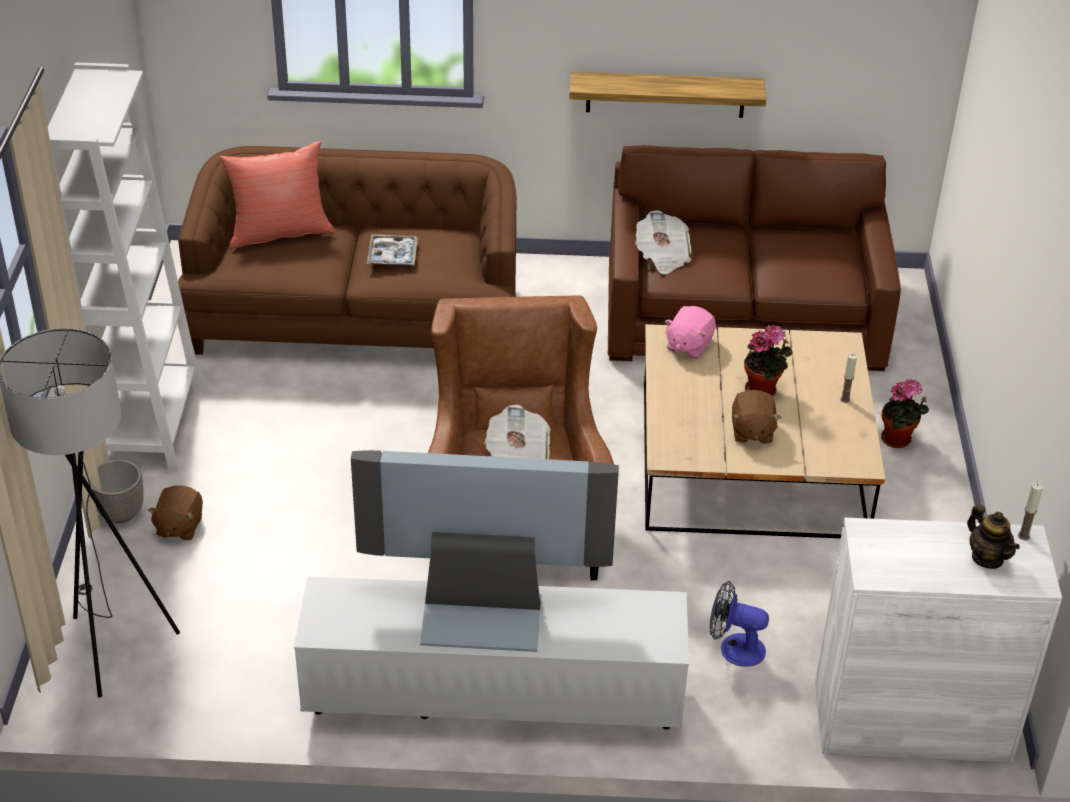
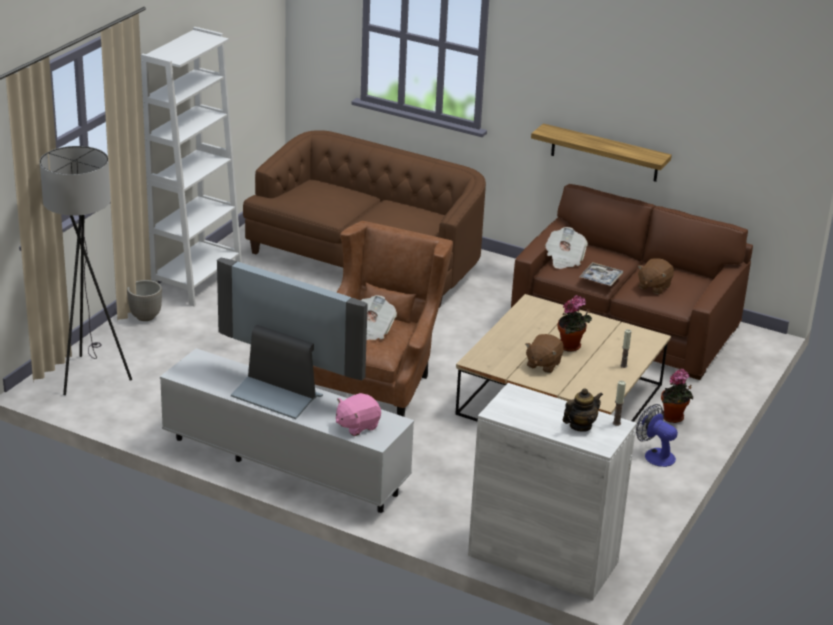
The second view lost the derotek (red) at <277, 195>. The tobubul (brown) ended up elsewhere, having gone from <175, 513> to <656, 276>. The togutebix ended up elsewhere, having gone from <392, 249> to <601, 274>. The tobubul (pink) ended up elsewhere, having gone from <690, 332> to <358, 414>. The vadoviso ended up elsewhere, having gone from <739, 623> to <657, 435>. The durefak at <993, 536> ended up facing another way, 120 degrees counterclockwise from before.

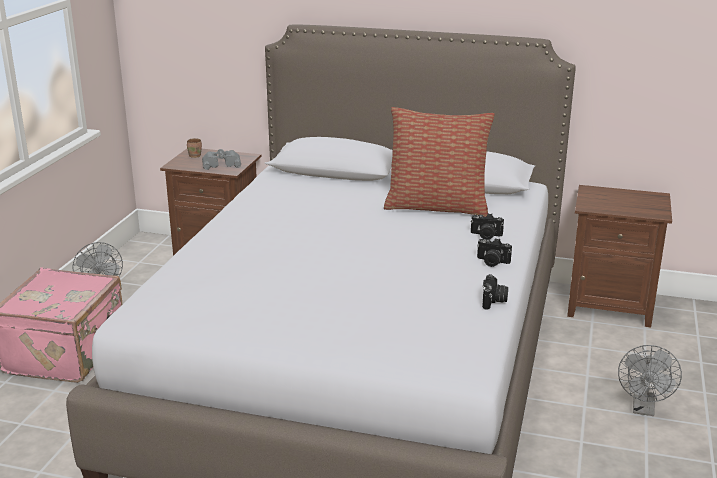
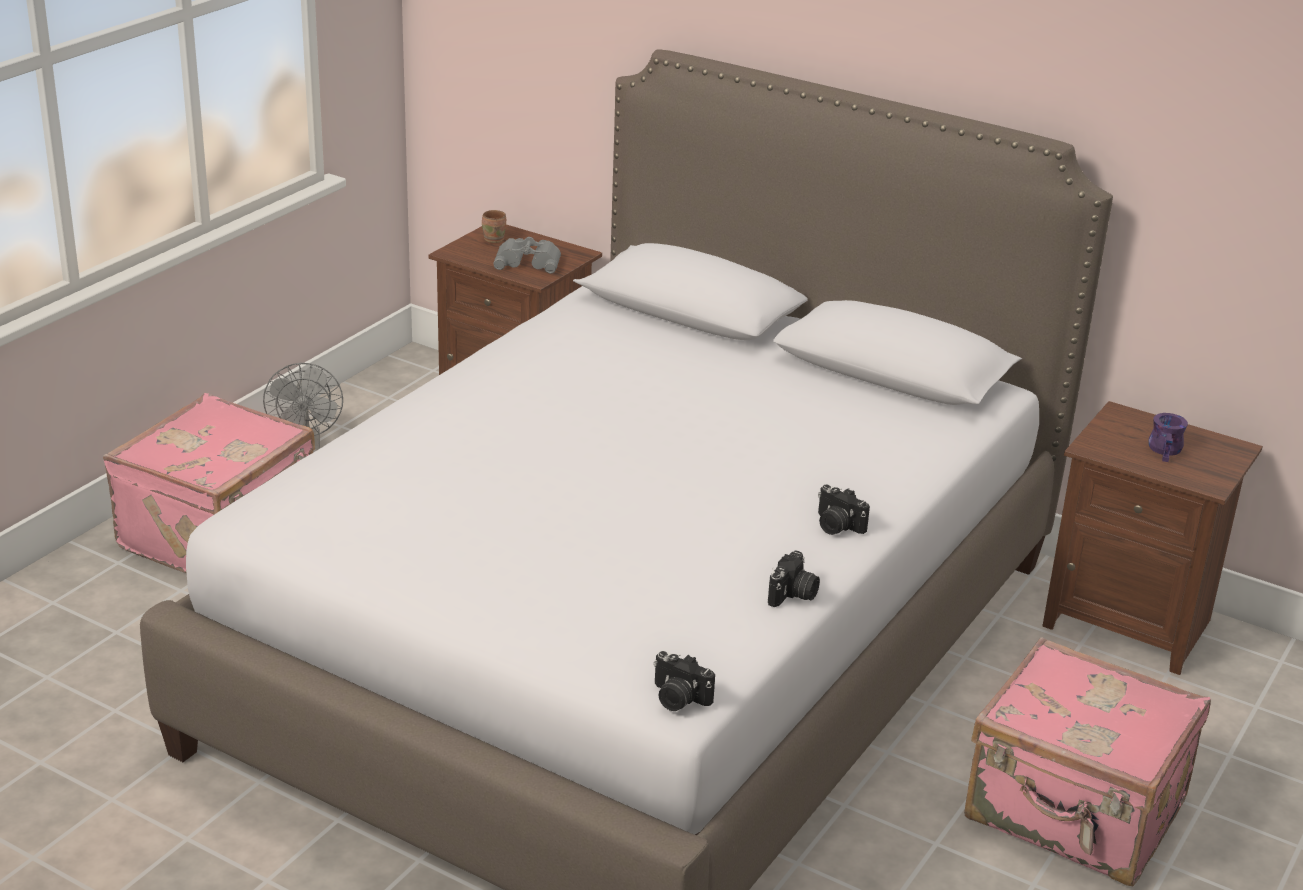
The second view lost the derotek at <439, 162>. The second view gained the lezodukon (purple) at <1168, 437>. The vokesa ended up elsewhere, having gone from <487, 226> to <684, 681>. Where the vadoviso (grey) stood at <650, 380>, the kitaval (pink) came to stand at <1087, 761>.

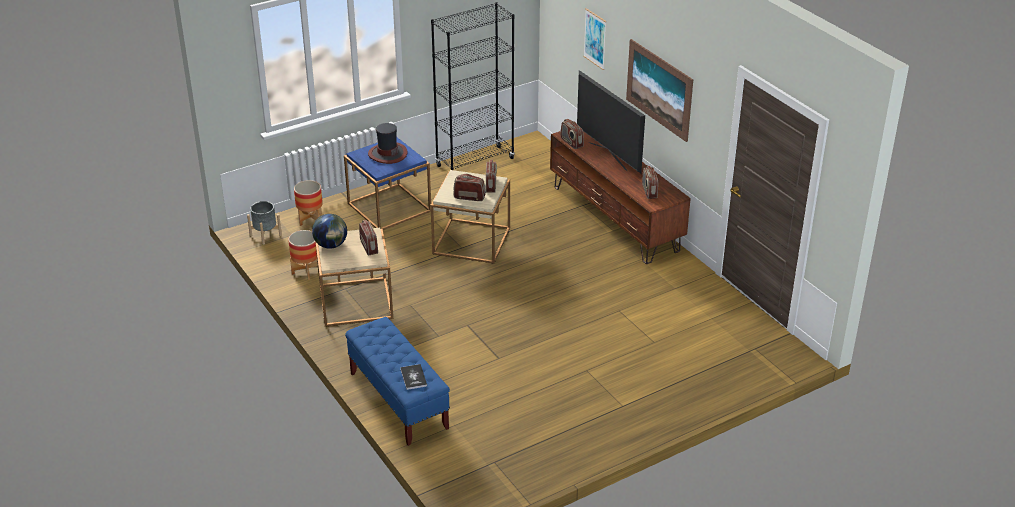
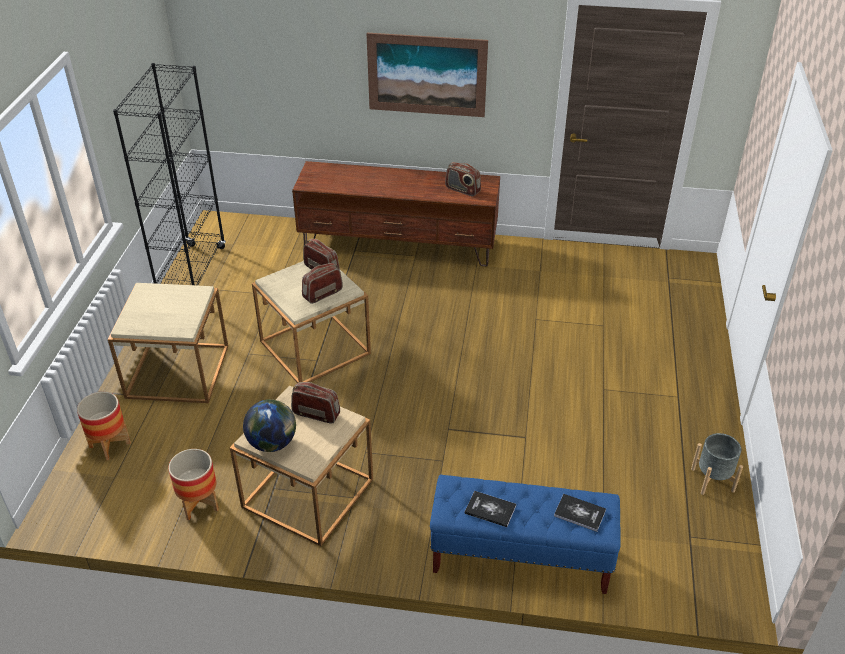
The second view lost the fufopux at <388, 143>. The second view lost the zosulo at <572, 134>. The second view lost the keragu at <611, 121>. The second view lost the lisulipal at <594, 39>. The second view gained the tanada at <490, 509>. The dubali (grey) ended up elsewhere, having gone from <264, 223> to <717, 464>. What was the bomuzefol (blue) at <387, 183> turned into the bomuzefol (beige) at <168, 343>.

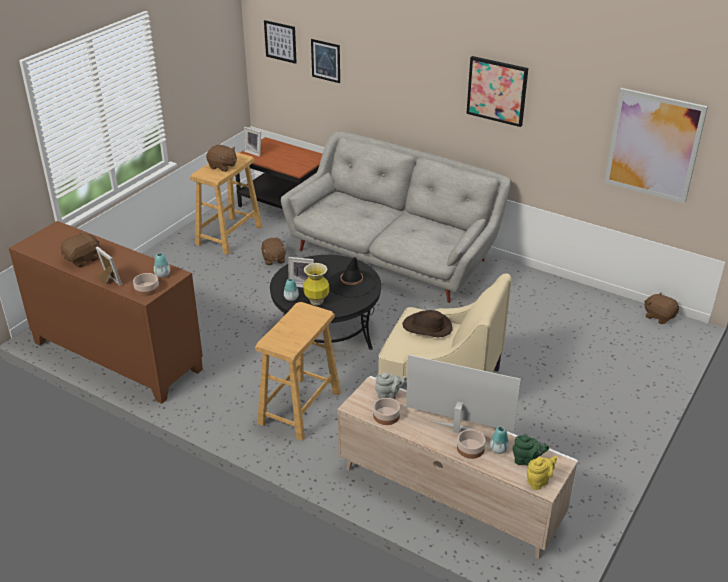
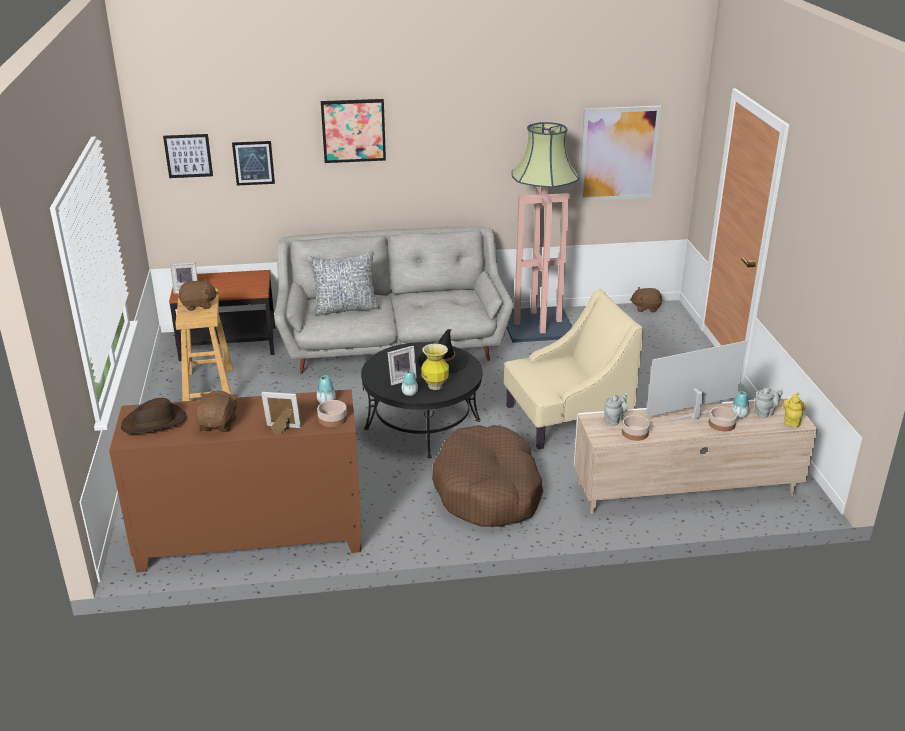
The second view lost the tobubul (brown) at <274, 251>. The second view gained the derotek at <344, 283>. The second view gained the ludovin at <543, 232>. The fufopux (brown) ended up elsewhere, having gone from <427, 323> to <154, 416>. The lisulipal ended up elsewhere, having gone from <497, 91> to <353, 131>. Where the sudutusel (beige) stood at <298, 371>, the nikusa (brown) came to stand at <488, 476>. What was the durefak (green) at <531, 450> turned into the durefak (grey) at <769, 403>.

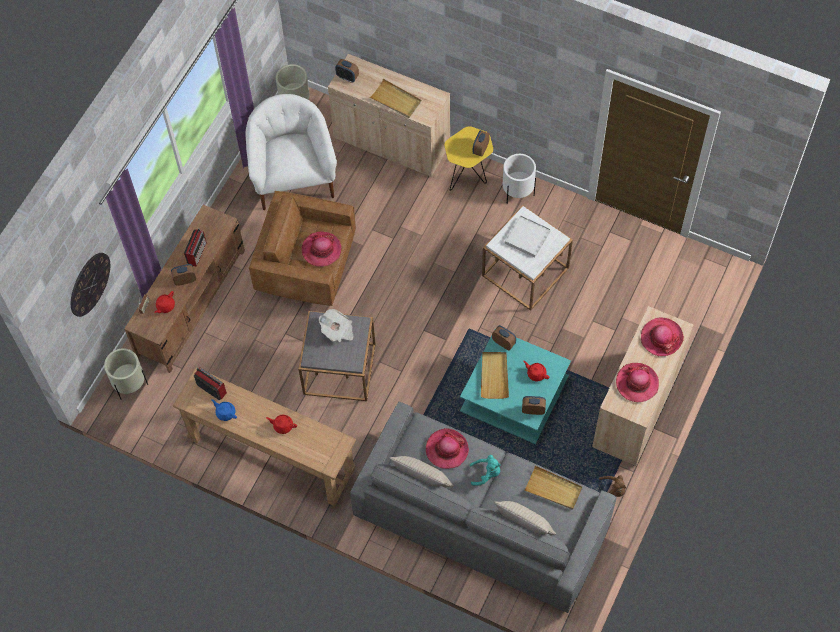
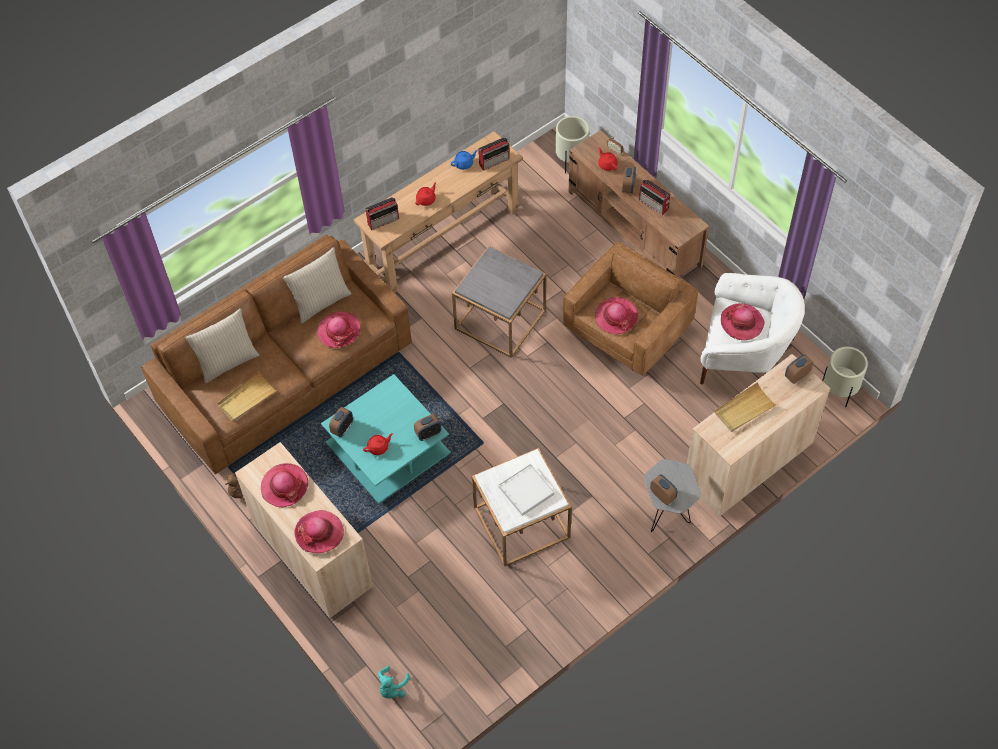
The second view lost the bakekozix at <90, 285>. The second view lost the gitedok at <336, 325>. The second view lost the togutebix (beige) at <495, 375>. The second view lost the dubali (white) at <519, 178>. The second view gained the zosulo at <382, 214>. The second view gained the fufopux at <743, 321>. The tobubul (turquoise) ended up elsewhere, having gone from <485, 470> to <394, 682>. What was the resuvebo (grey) at <483, 507> turned into the resuvebo (brown) at <276, 354>. What was the bomuzefol (yellow) at <468, 158> turned into the bomuzefol (grey) at <672, 495>.

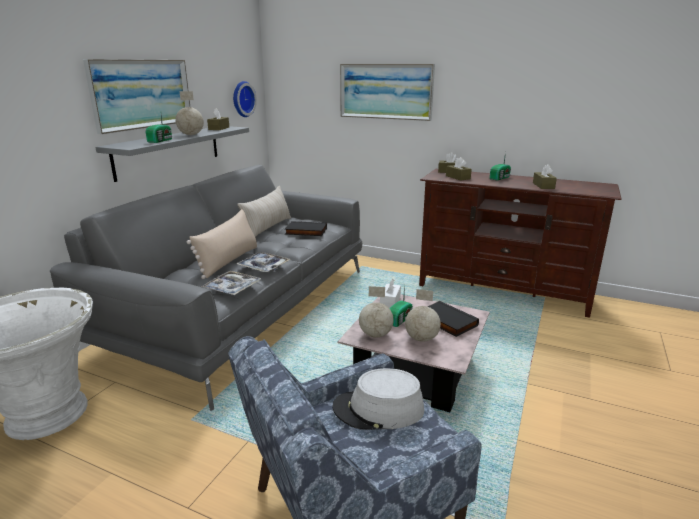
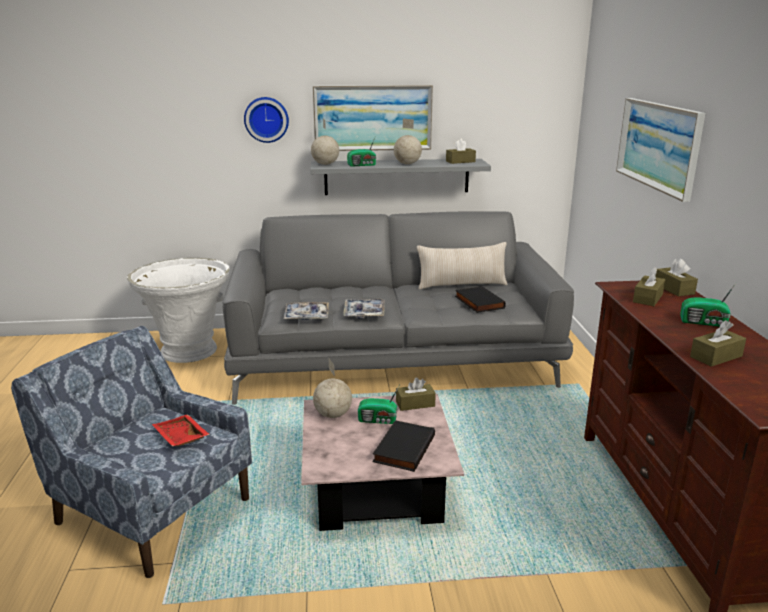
The second view lost the derotek (beige) at <222, 244>. The bakekozix ended up elsewhere, having gone from <245, 99> to <266, 120>. The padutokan ended up elsewhere, having gone from <423, 315> to <325, 142>. Where the fufopux (grey) stood at <378, 399>, the togutebix (red) came to stand at <181, 430>. What was the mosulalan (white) at <390, 293> turned into the mosulalan (brown) at <416, 394>.

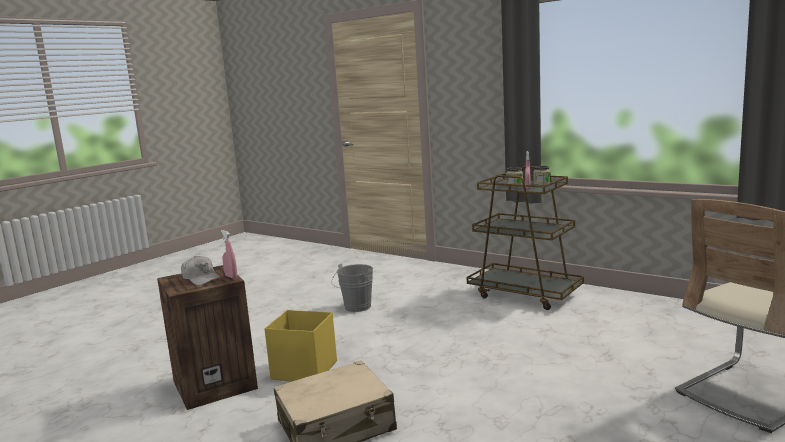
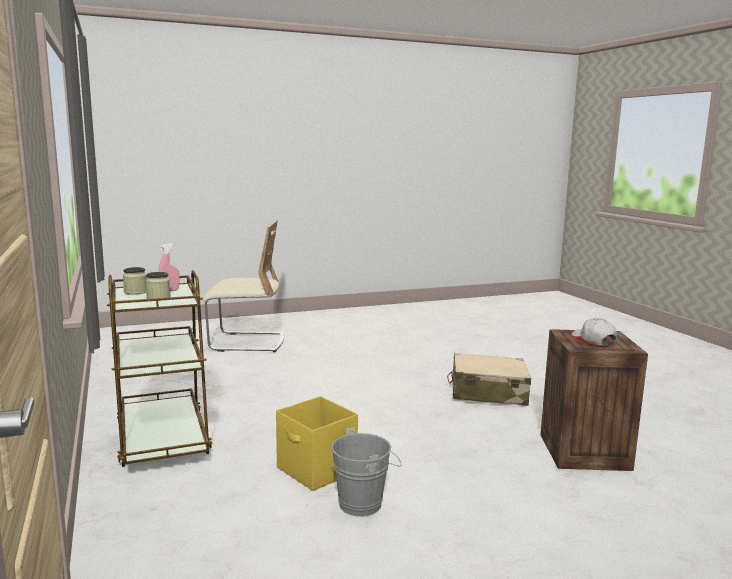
The second view lost the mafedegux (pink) at <229, 254>. The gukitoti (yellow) ended up elsewhere, having gone from <300, 345> to <317, 443>.

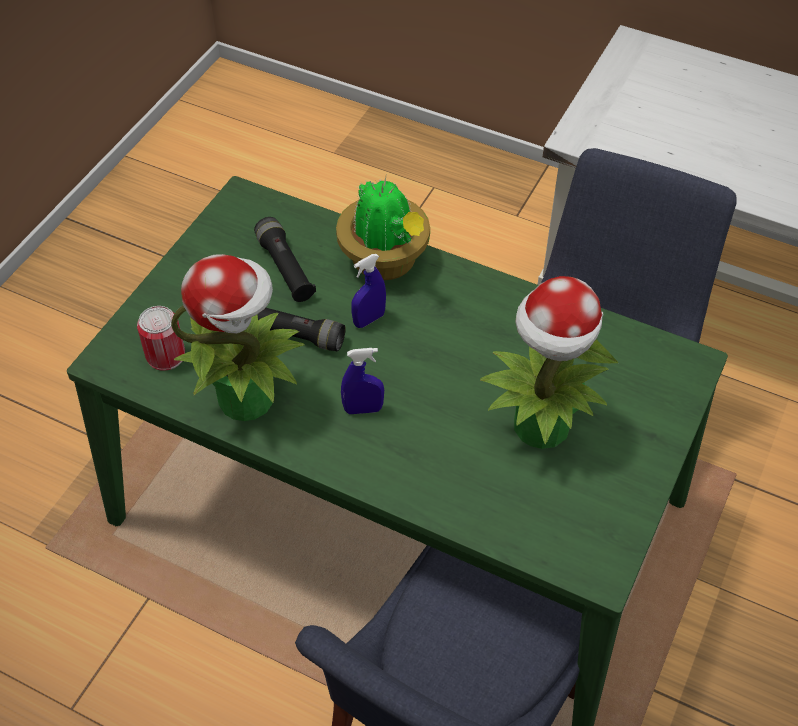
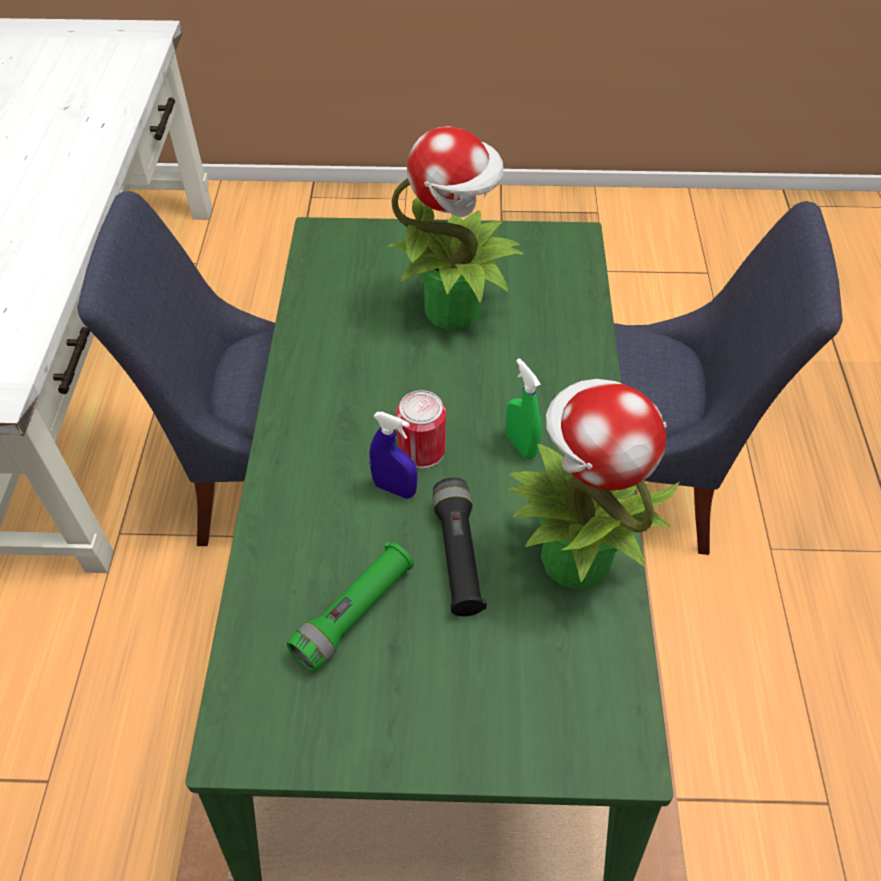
The second view lost the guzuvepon at <383, 228>. The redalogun ended up elsewhere, having gone from <161, 338> to <421, 429>. What was the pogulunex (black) at <285, 259> turned into the pogulunex (green) at <350, 607>. What was the mafedegux (blue) at <362, 381> turned into the mafedegux (green) at <523, 408>.

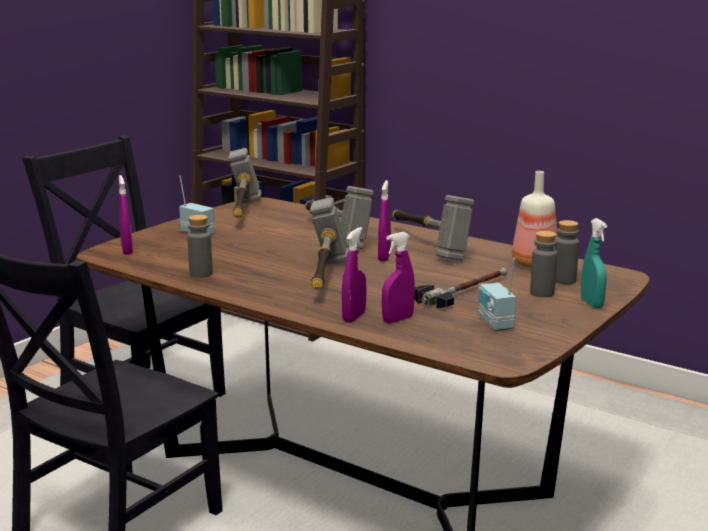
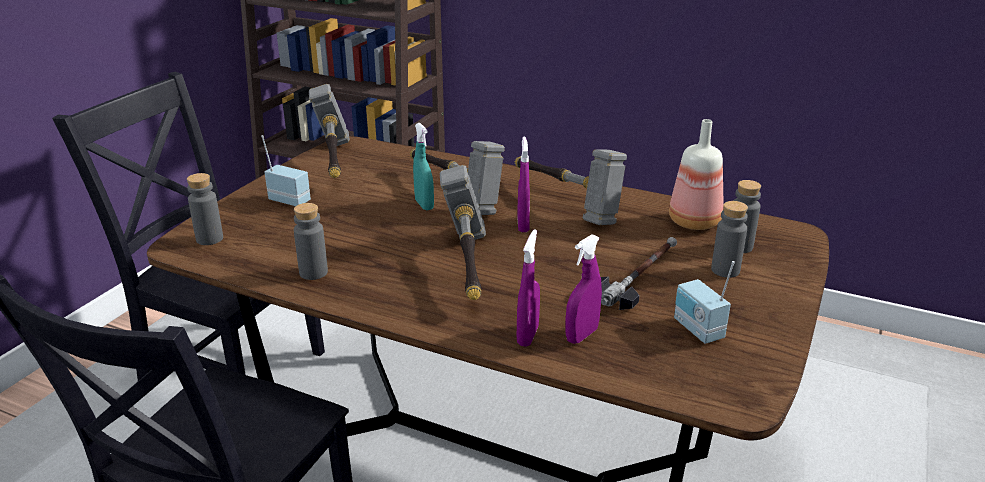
The mafedegux (turquoise) ended up elsewhere, having gone from <594, 263> to <423, 166>. Where the mafedegux (purple) stood at <126, 215>, the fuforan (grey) came to stand at <205, 209>.

